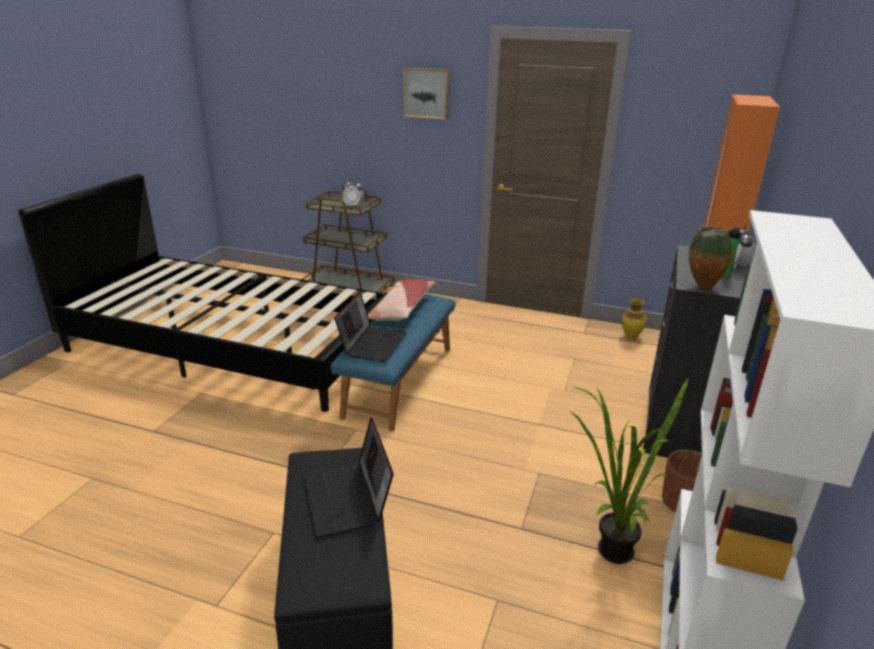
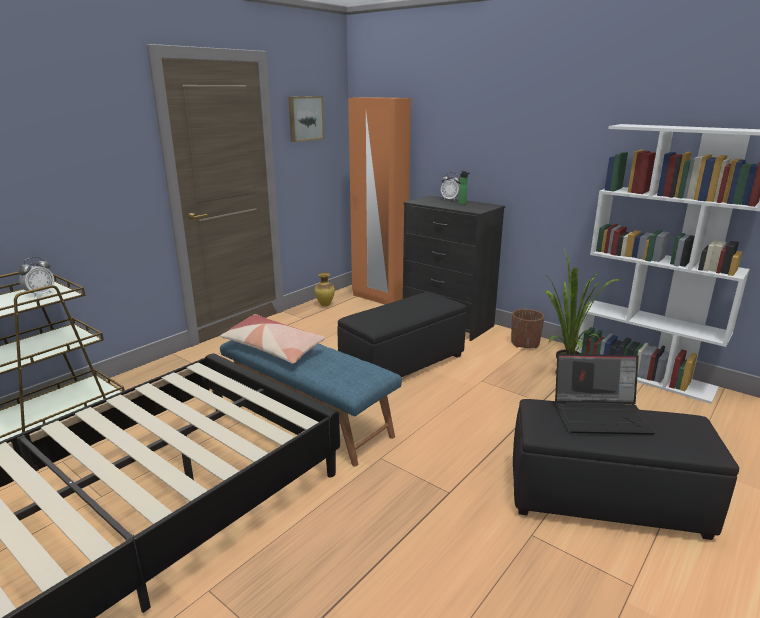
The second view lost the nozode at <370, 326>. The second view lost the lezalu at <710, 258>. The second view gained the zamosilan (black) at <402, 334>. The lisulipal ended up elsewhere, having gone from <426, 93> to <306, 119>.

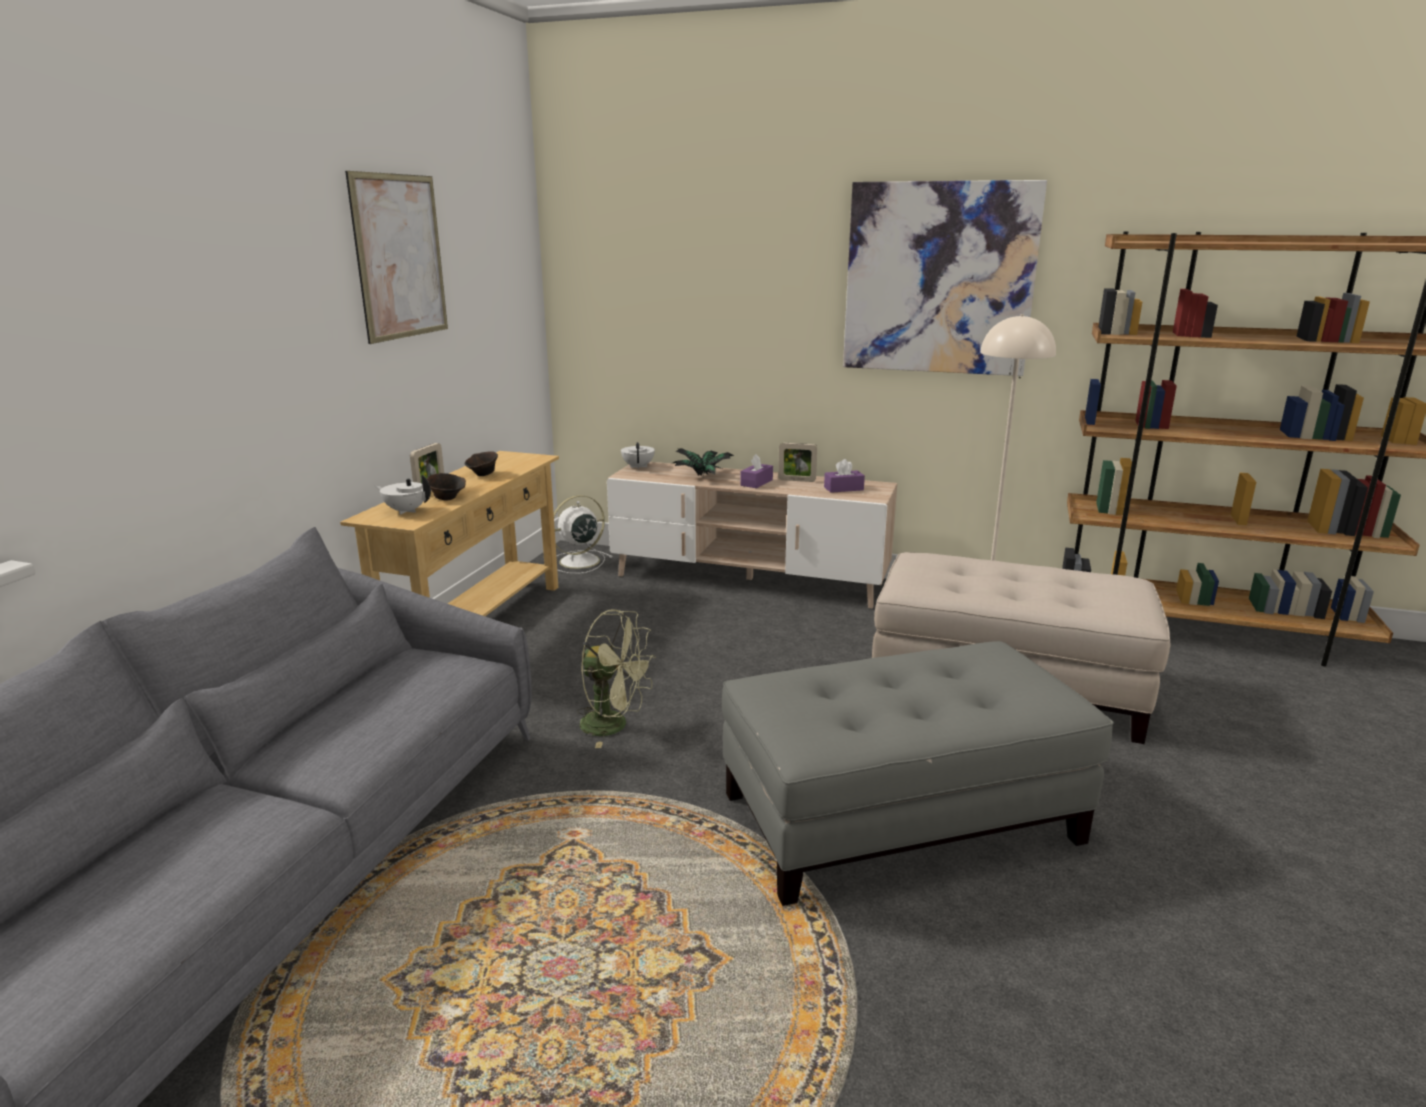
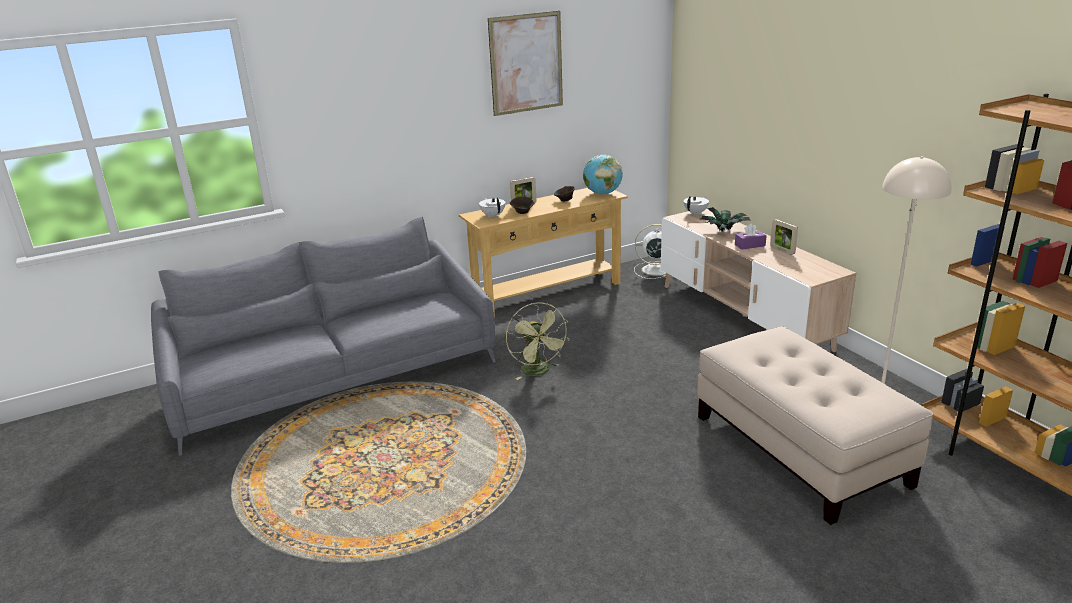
The second view lost the zamosilan (grey) at <918, 773>. The second view lost the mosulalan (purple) at <844, 476>. The second view lost the lisulipal at <945, 278>. The second view gained the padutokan at <603, 175>.

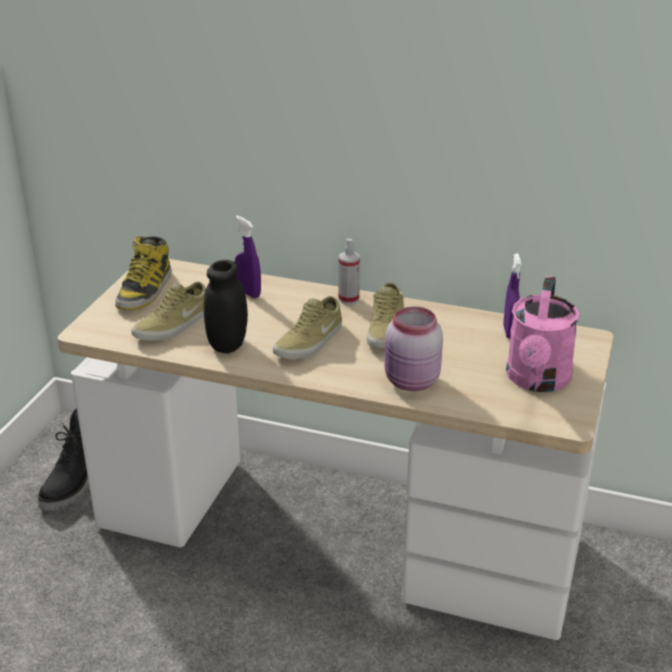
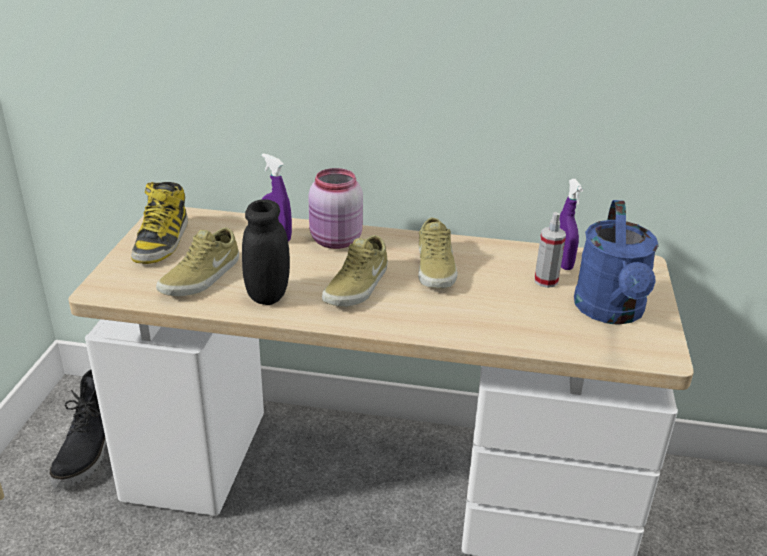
The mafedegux ended up elsewhere, having gone from <349, 271> to <550, 250>. The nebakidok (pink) ended up elsewhere, having gone from <413, 348> to <335, 208>. What was the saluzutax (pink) at <542, 334> turned into the saluzutax (blue) at <616, 262>.

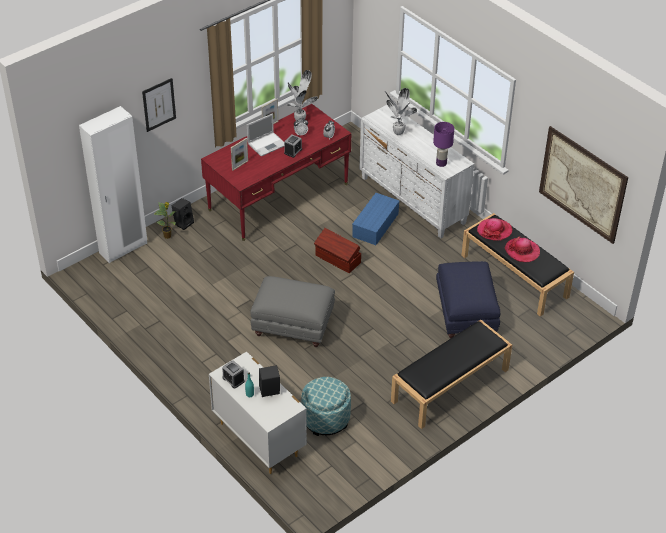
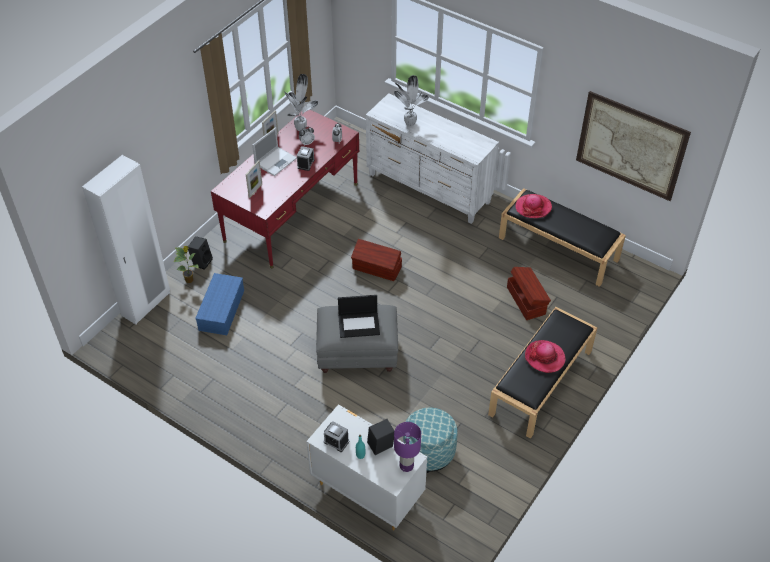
The second view lost the lisulipal at <159, 105>. The second view gained the nozode at <359, 316>. The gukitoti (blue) ended up elsewhere, having gone from <376, 219> to <219, 304>. The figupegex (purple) ended up elsewhere, having gone from <443, 144> to <407, 447>. The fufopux ended up elsewhere, having gone from <522, 249> to <545, 356>. Where the zamosilan (blue) stood at <468, 299>, the gukitoti (brown) came to stand at <529, 293>.

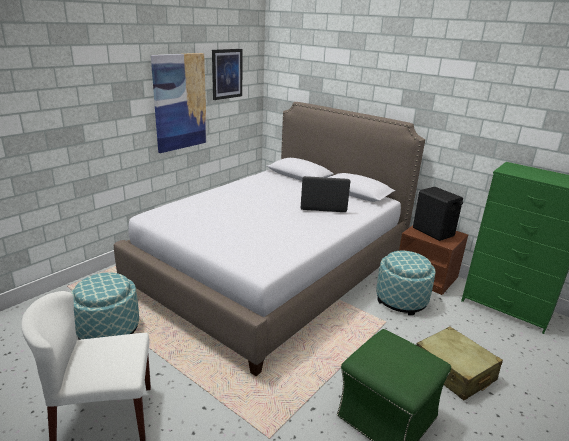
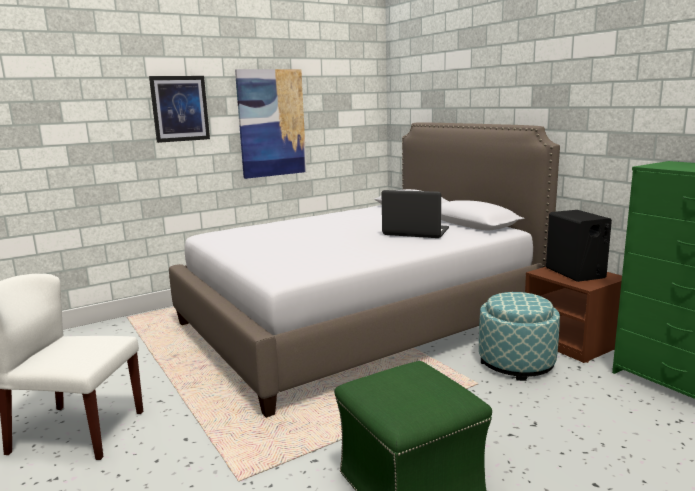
The second view lost the zamosilan at <105, 306>. The second view lost the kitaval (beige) at <459, 364>. The lisulipal ended up elsewhere, having gone from <227, 74> to <179, 109>.

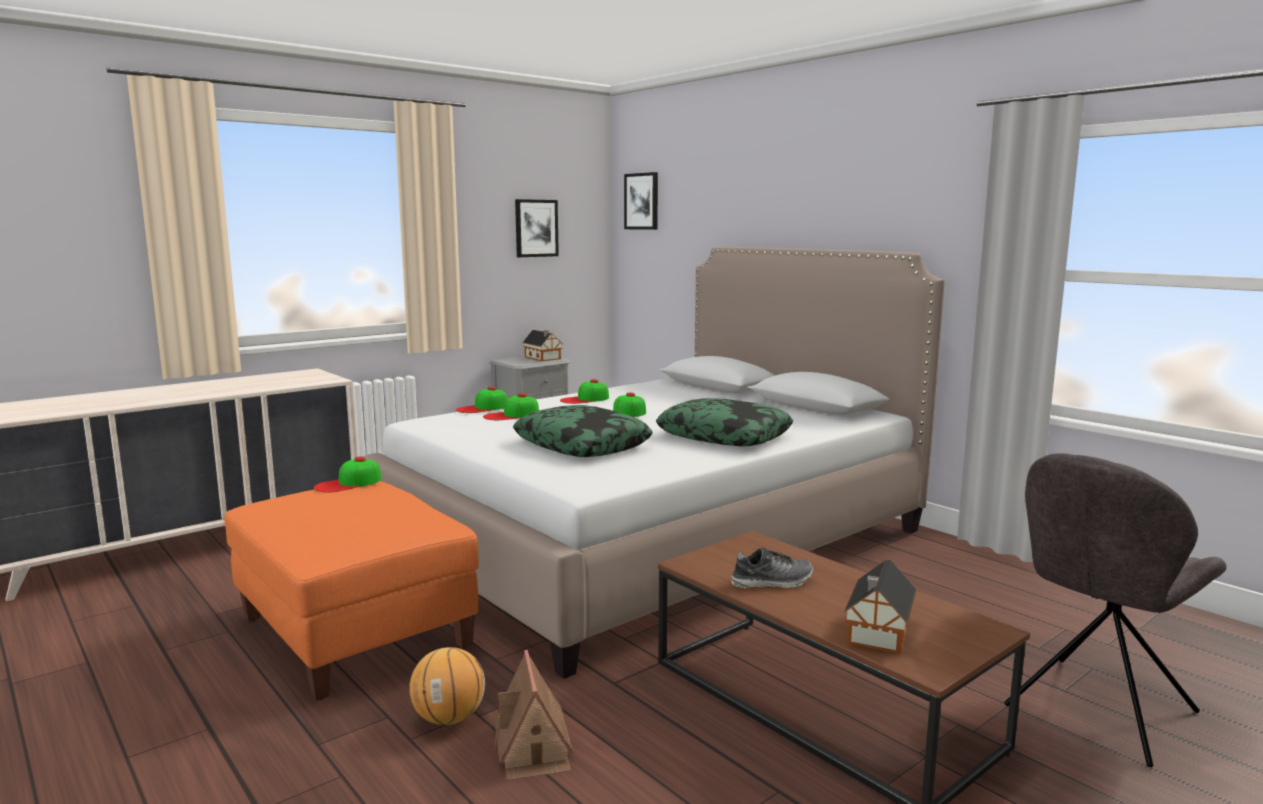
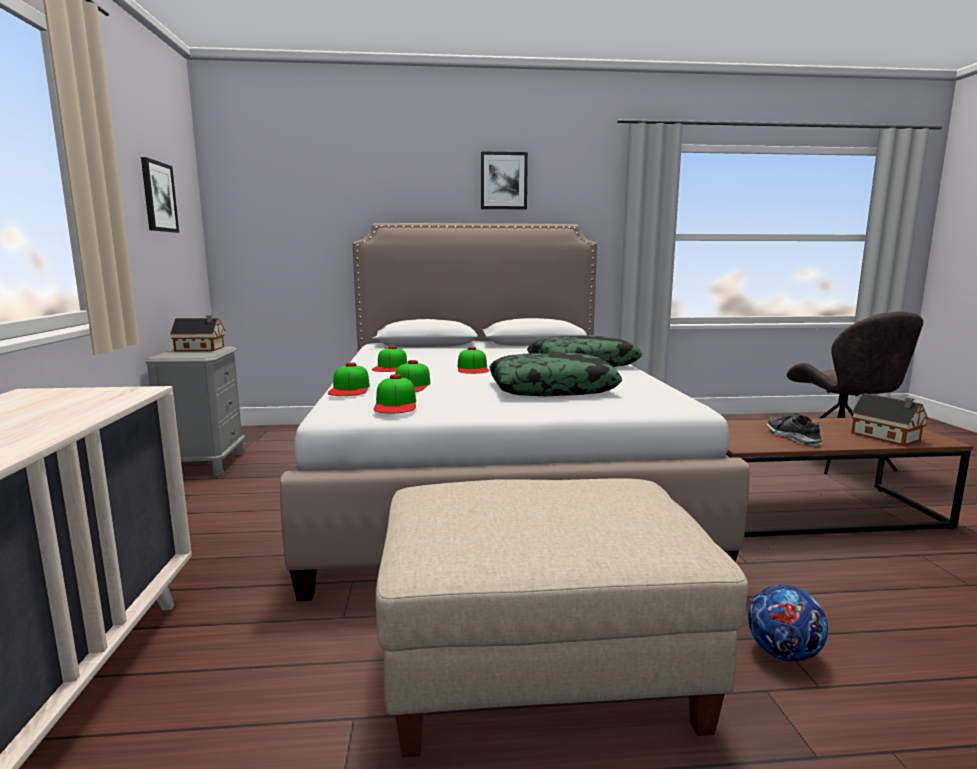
The second view lost the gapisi at <533, 715>. The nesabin ended up elsewhere, having gone from <347, 475> to <395, 393>. The lisulipal ended up elsewhere, having gone from <641, 201> to <504, 180>. Where the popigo stood at <447, 686>, the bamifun came to stand at <788, 623>. What was the zamosilan (orange) at <351, 591> turned into the zamosilan (beige) at <562, 618>. The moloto at <772, 568> ended up facing another way, 45 degrees counterclockwise from before.

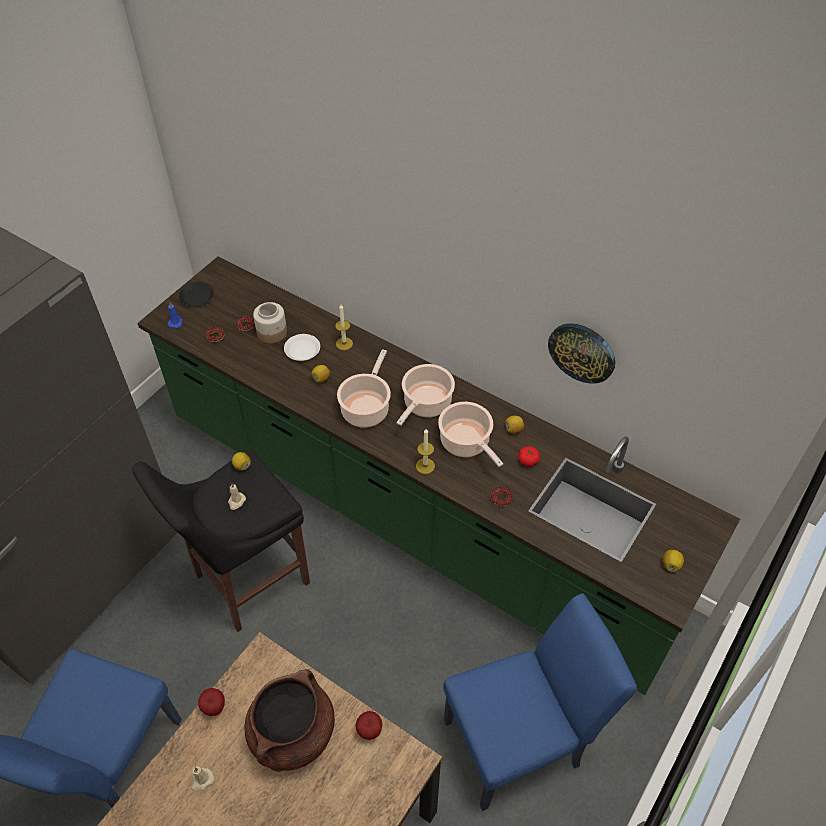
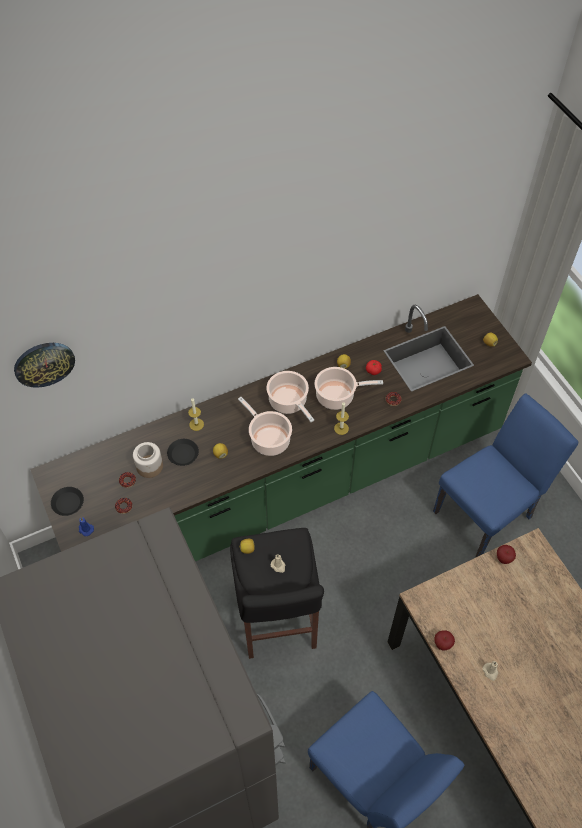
The second view lost the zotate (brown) at <289, 720>. The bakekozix ended up elsewhere, having gone from <581, 353> to <44, 365>. What was the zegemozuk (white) at <302, 347> turned into the zegemozuk (black) at <183, 452>. The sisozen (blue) at <540, 702> ended up facing another way, 45 degrees clockwise from before.

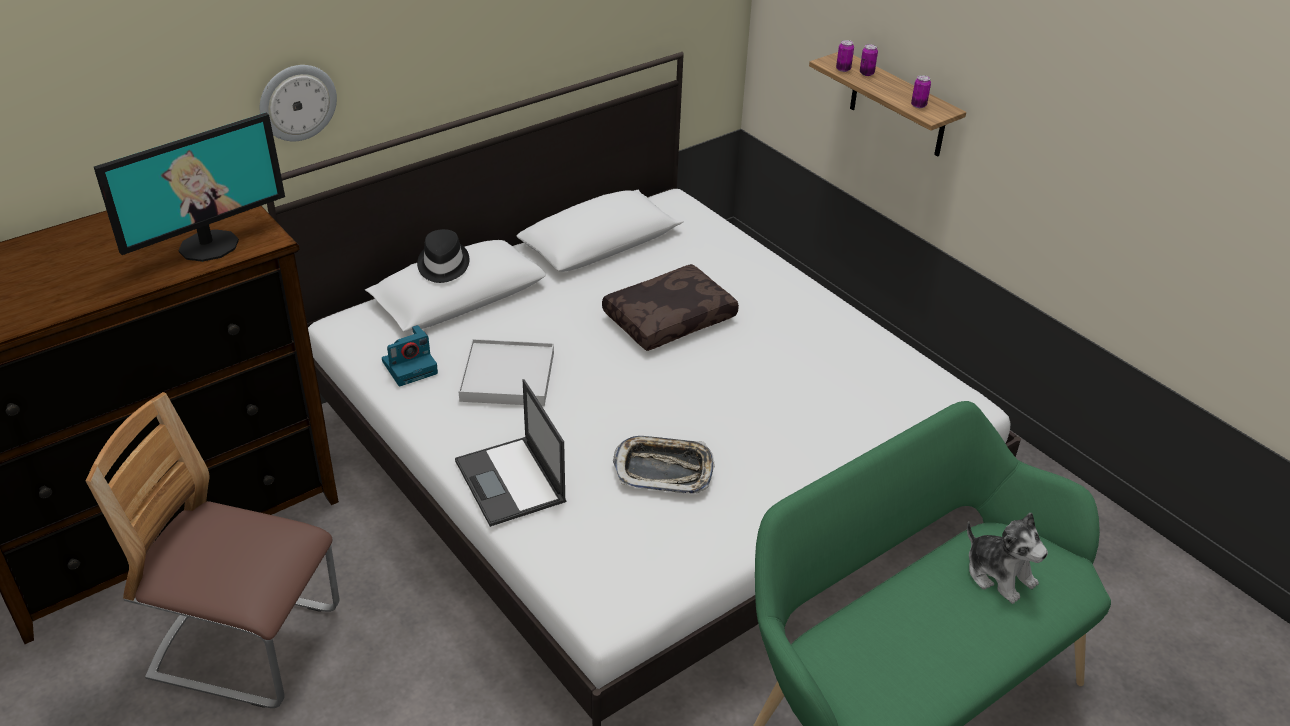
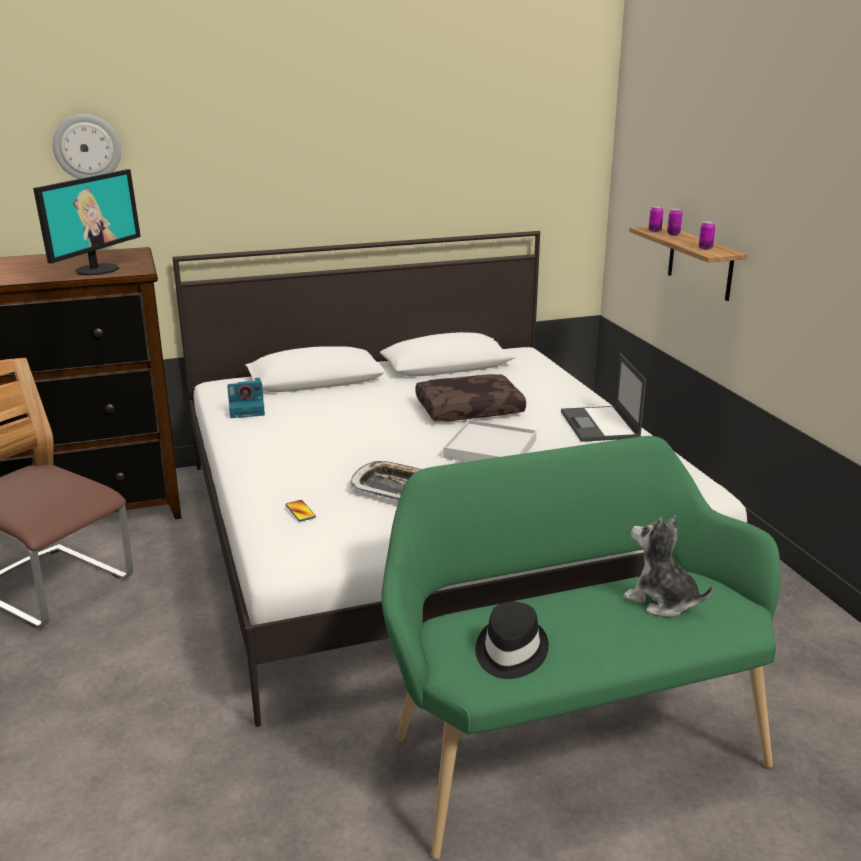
The second view gained the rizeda at <300, 511>. The bakekozix ended up elsewhere, having gone from <298, 103> to <87, 146>. The fufopux (black) ended up elsewhere, having gone from <443, 256> to <512, 640>. The nozode ended up elsewhere, having gone from <510, 453> to <603, 397>. The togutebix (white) ended up elsewhere, having gone from <506, 372> to <490, 441>. The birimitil at <189, 187> ended up facing another way, 45 degrees counterclockwise from before. The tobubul at <1007, 558> ended up facing another way, 150 degrees clockwise from before.

